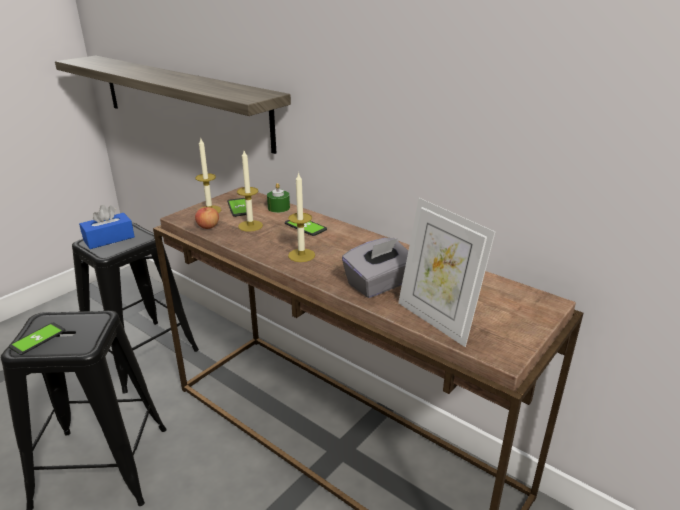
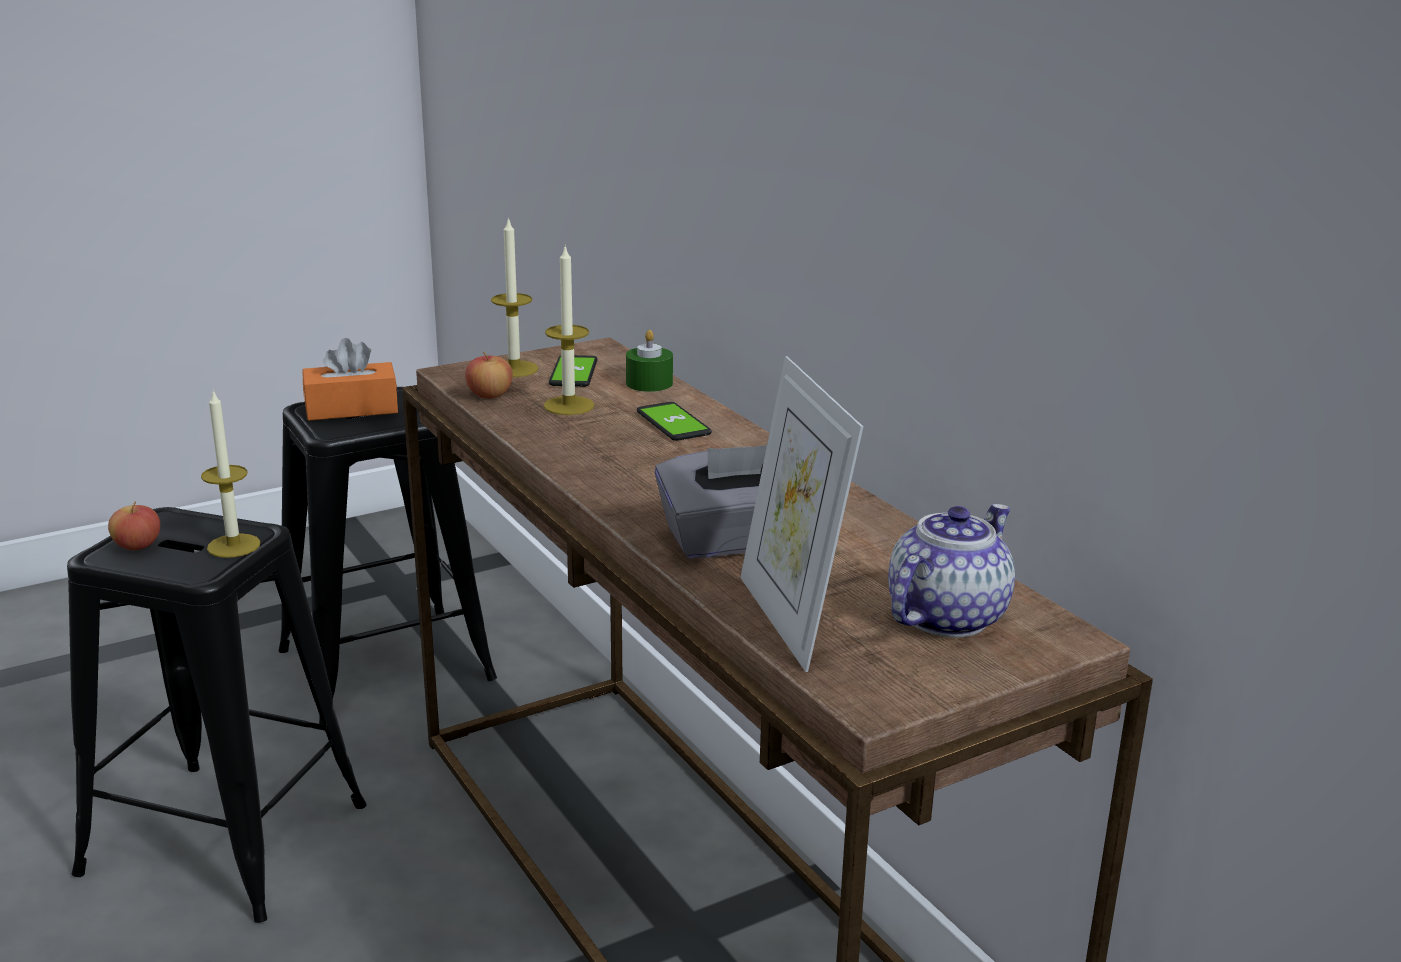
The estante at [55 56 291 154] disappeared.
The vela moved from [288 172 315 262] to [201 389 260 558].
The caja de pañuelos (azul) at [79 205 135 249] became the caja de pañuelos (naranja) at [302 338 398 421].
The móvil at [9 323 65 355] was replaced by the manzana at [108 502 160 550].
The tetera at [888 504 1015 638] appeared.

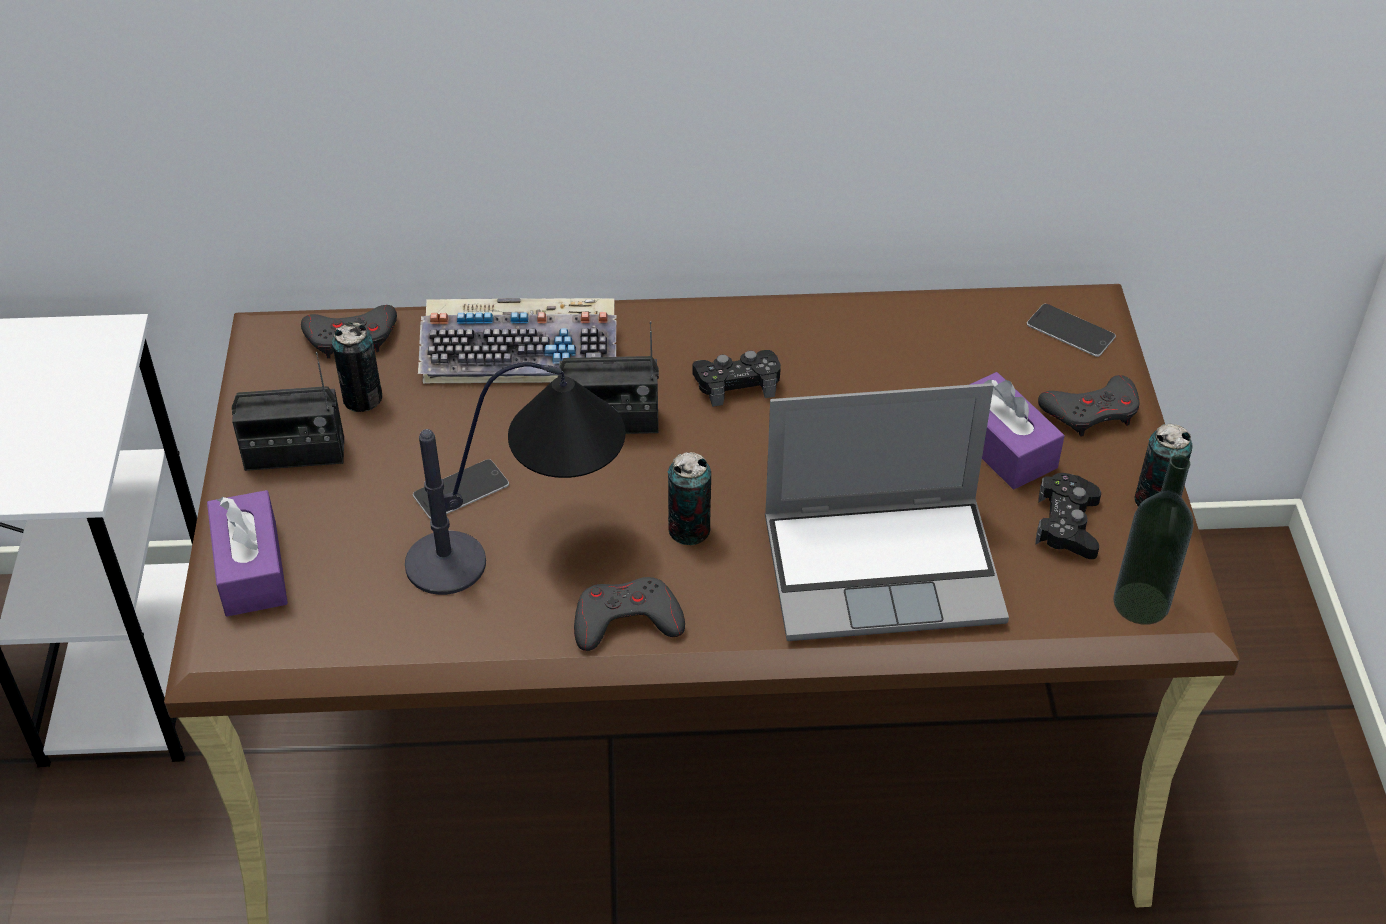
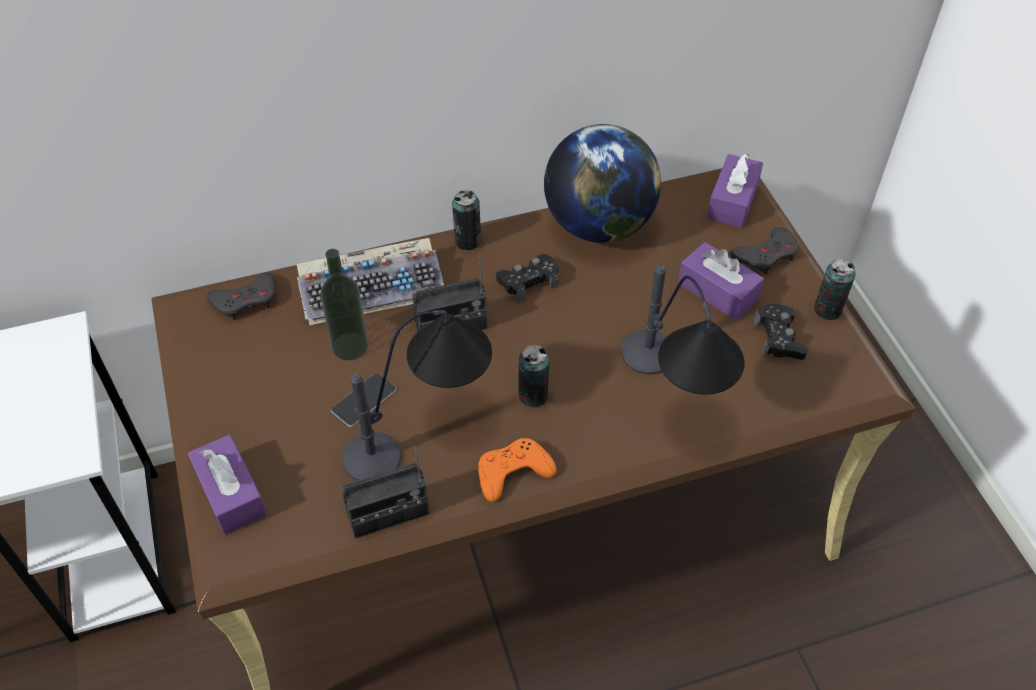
The móvil at [1027 304 1116 357] was replaced by the caja de pañuelos (morado) at [707 153 763 228].
The lata moved from [332 323 382 412] to [452 190 481 251].
The radio moved from [232 352 344 471] to [340 447 430 539].
The portátil at [765 383 1009 641] was replaced by the lámpara de mesa at [621 265 745 395].
The botella moved from [1113 455 1193 625] to [320 249 368 360].
The mando de consola (gris) at [574 577 685 651] became the mando de consola (naranja) at [478 438 557 502].
The globo terráqueo at [544 124 661 243] appeared.

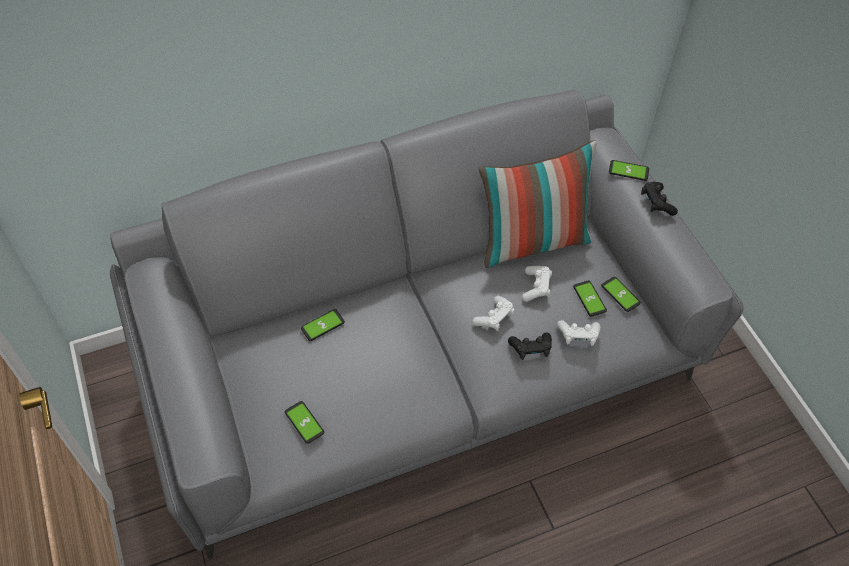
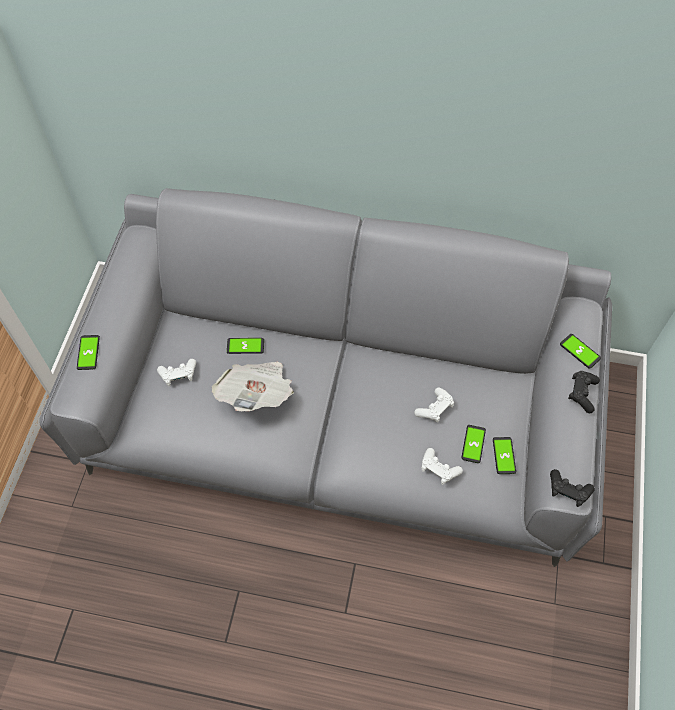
The cojín at [479 140 597 268] disappeared.
The mando de consola (blanco) moved from [472 296 515 331] to [157 359 196 386].
The mando de consola (negro) moved from [508 332 552 360] to [550 469 595 507].
The móvil moved from [285 401 324 444] to [77 335 100 370].
The periódico at [212 362 294 411] appeared.

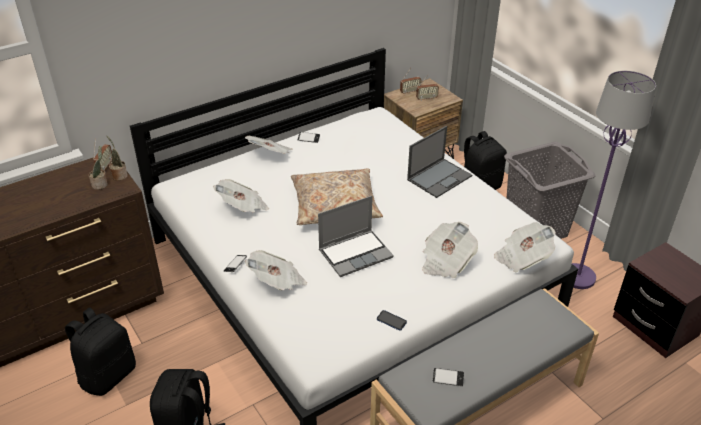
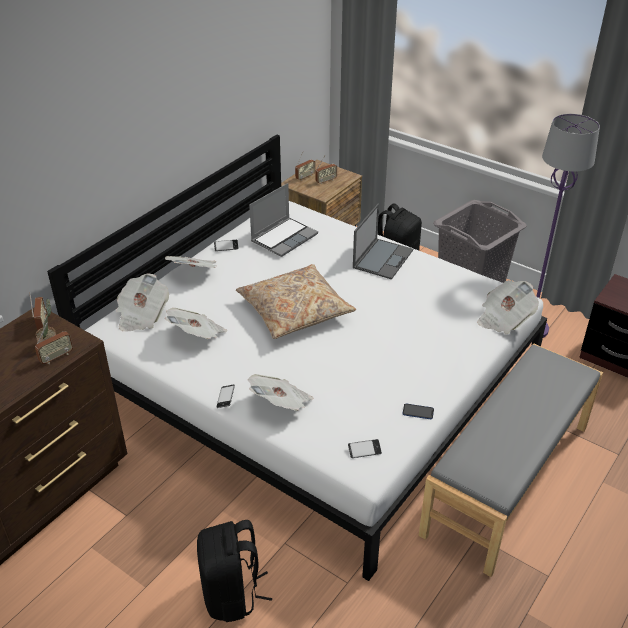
The planta en maceta at [107 136 128 181] disappeared.
The portátil moved from [318 196 394 277] to [249 183 318 257].
The periódico moved from [422 222 478 278] to [116 273 169 331].
The mochila (negro) at [65 308 136 396] disappeared.
The móvil moved from [433 368 464 386] to [348 439 382 458].
The radio at [35 322 73 364] appeared.

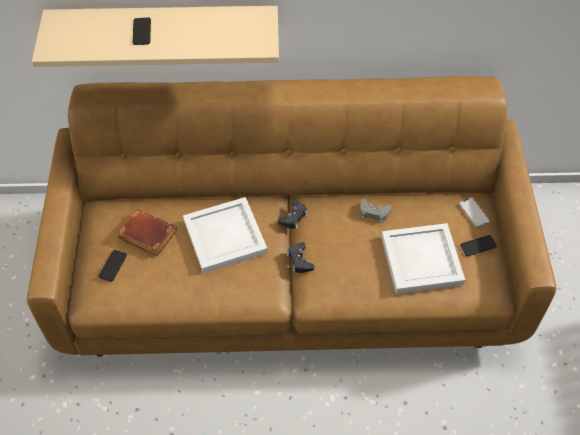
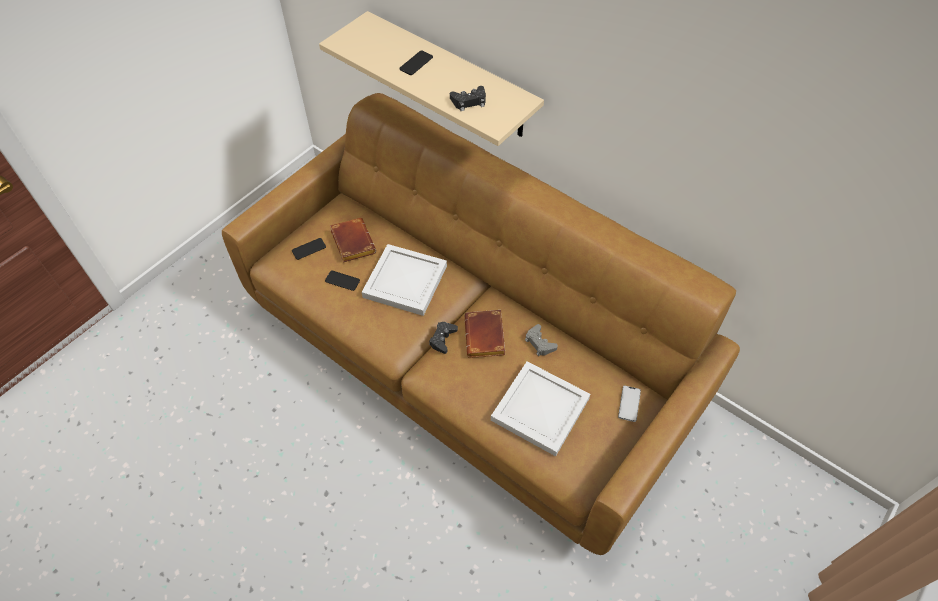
The mando de consola (negro) moved from [278 200 308 229] to [450 86 486 111].
The móvil moved from [460 235 497 256] to [325 271 360 291].
The libro (marrón) at [465 310 505 358] appeared.

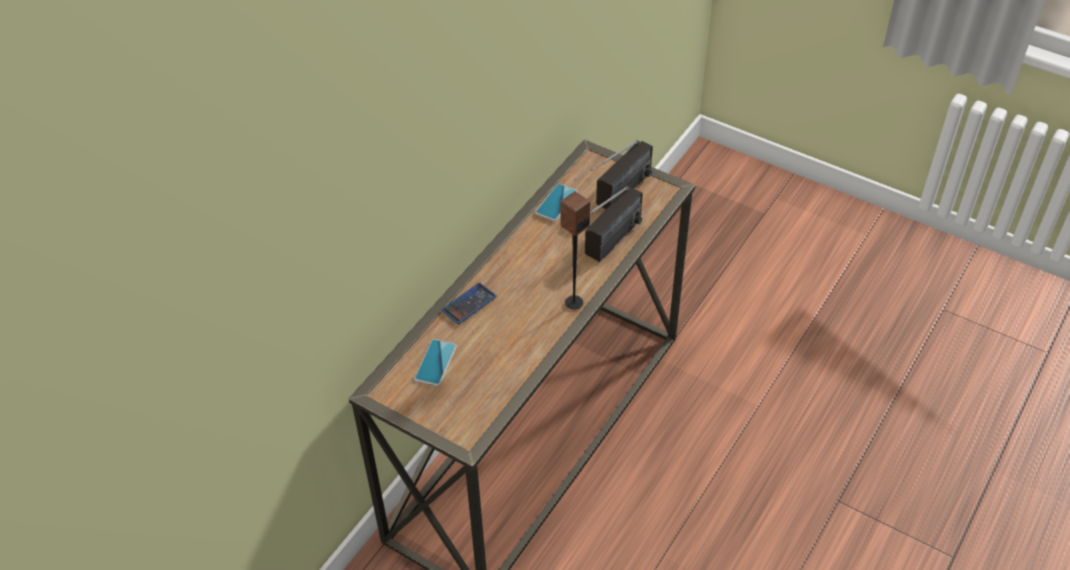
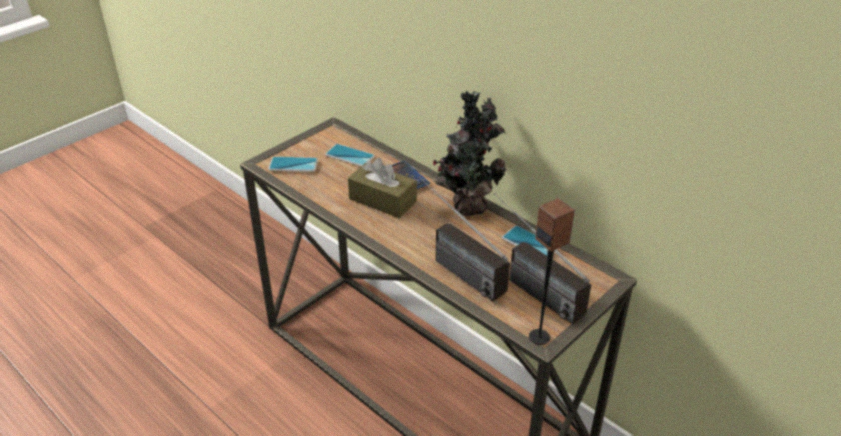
The altavoz moved from [560 191 590 310] to [529 198 575 345].
The planta en maceta at [432 90 506 216] appeared.
The móvil at [268 157 318 172] appeared.
The caja de pañuelos (marrón) at [348 158 417 218] appeared.

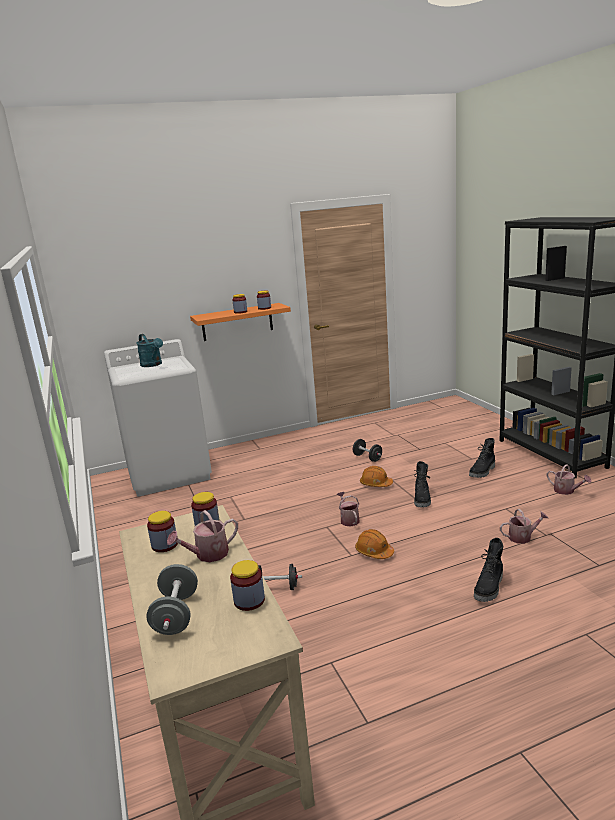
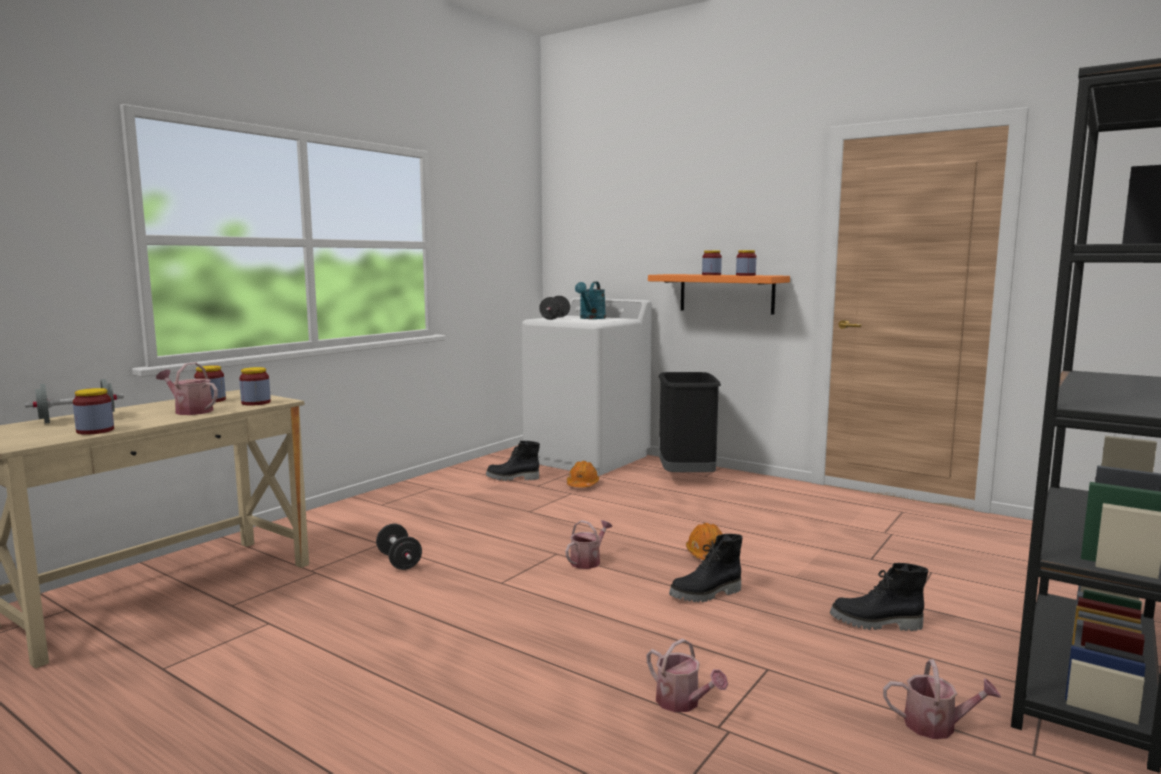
The mancuerna (negro) moved from [353 439 382 462] to [539 296 570 320].
The regadera at [547 464 591 495] turned 90 degrees counterclockwise.
The casco (naranja) moved from [355 529 394 559] to [567 461 599 487].
The bota (negro) moved from [474 538 503 602] to [486 441 540 481].
The papelera (negro) at [659 372 721 472] appeared.

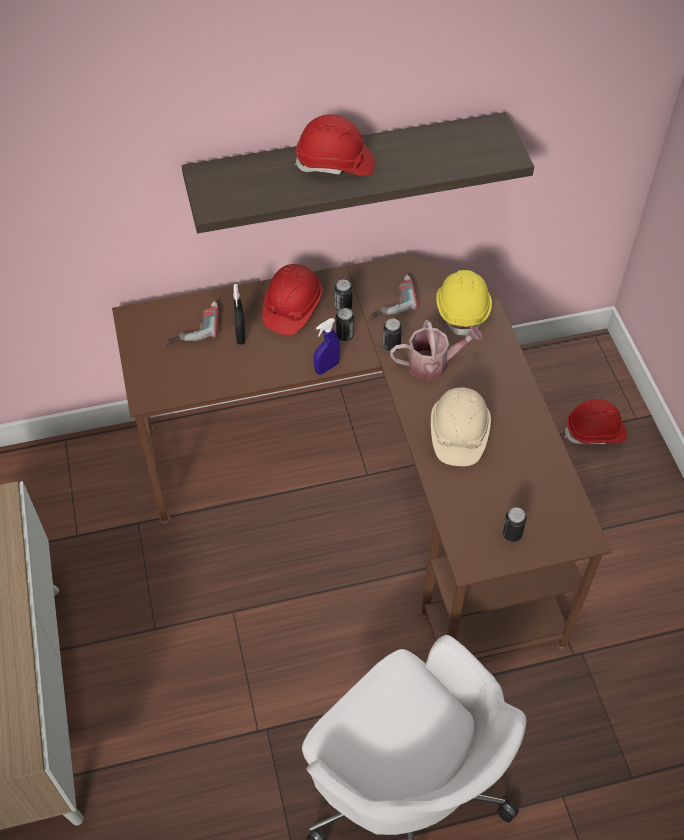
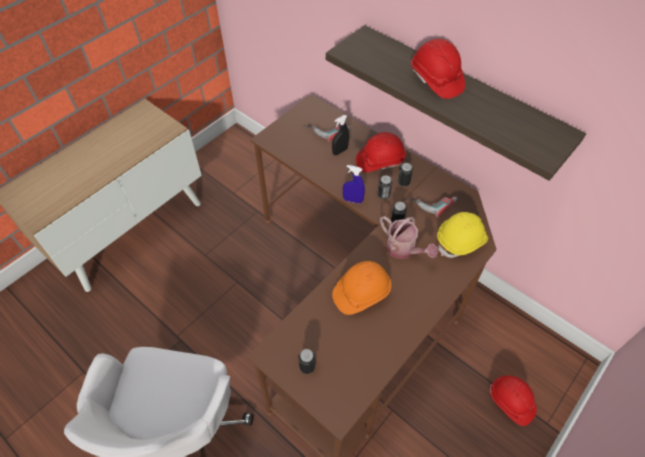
The casco (beis) at [431 387 491 466] became the casco (naranja) at [332 261 391 315].

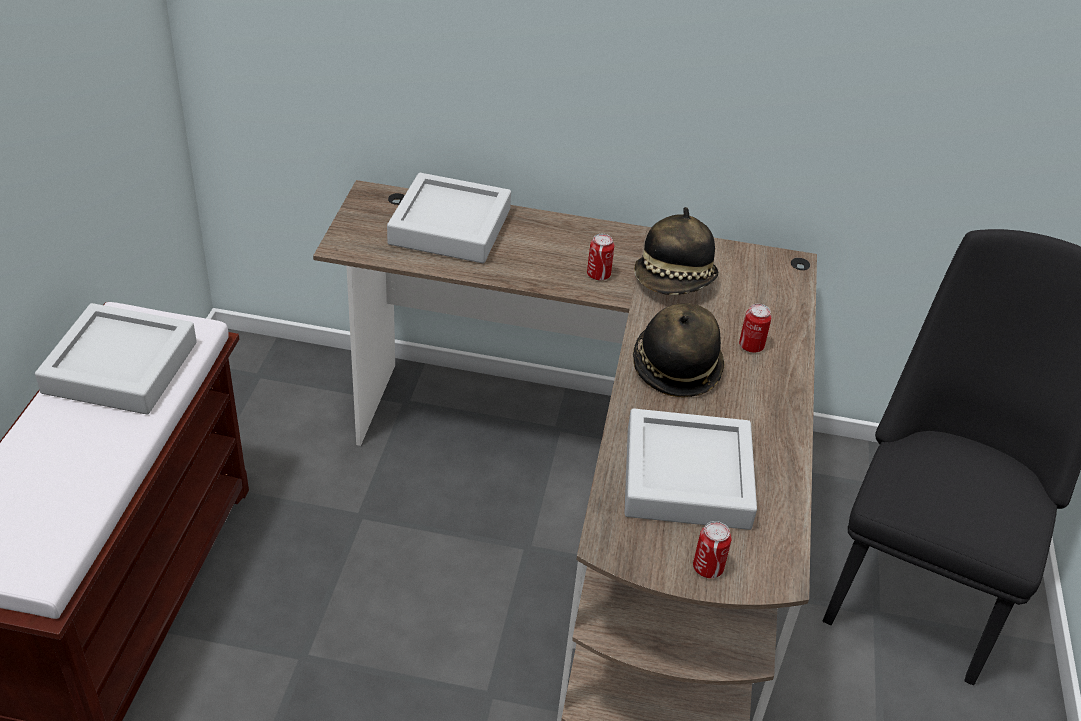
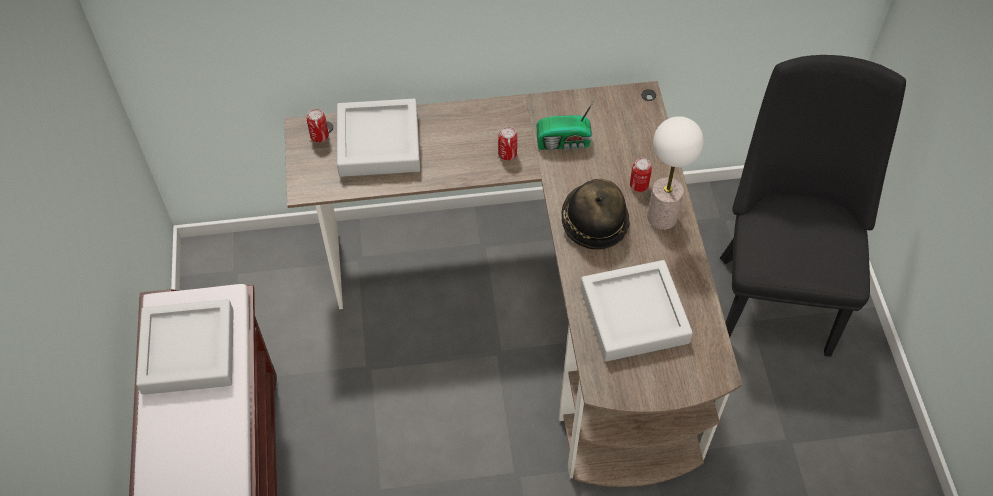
The sombrero at [634 207 719 295] was replaced by the radio at [537 98 596 150].
The lata moved from [693 521 732 578] to [306 108 329 142].
The lámpara de mesa at [647 116 704 230] appeared.

